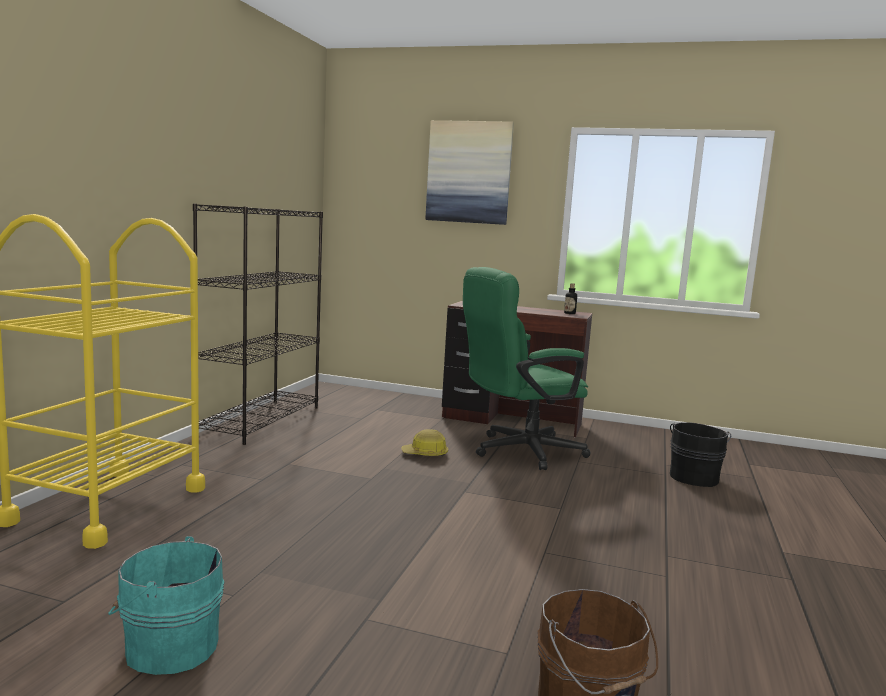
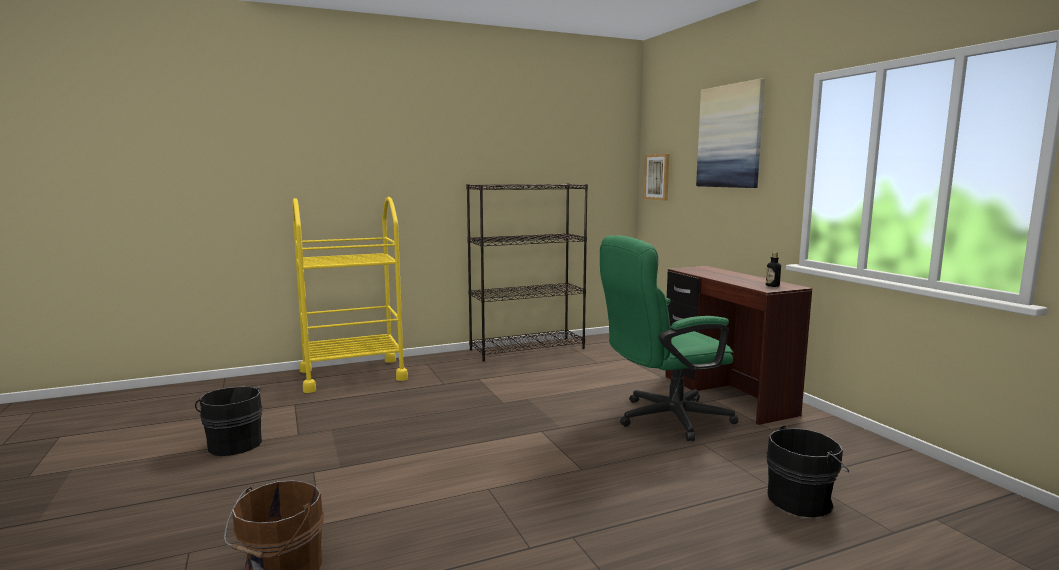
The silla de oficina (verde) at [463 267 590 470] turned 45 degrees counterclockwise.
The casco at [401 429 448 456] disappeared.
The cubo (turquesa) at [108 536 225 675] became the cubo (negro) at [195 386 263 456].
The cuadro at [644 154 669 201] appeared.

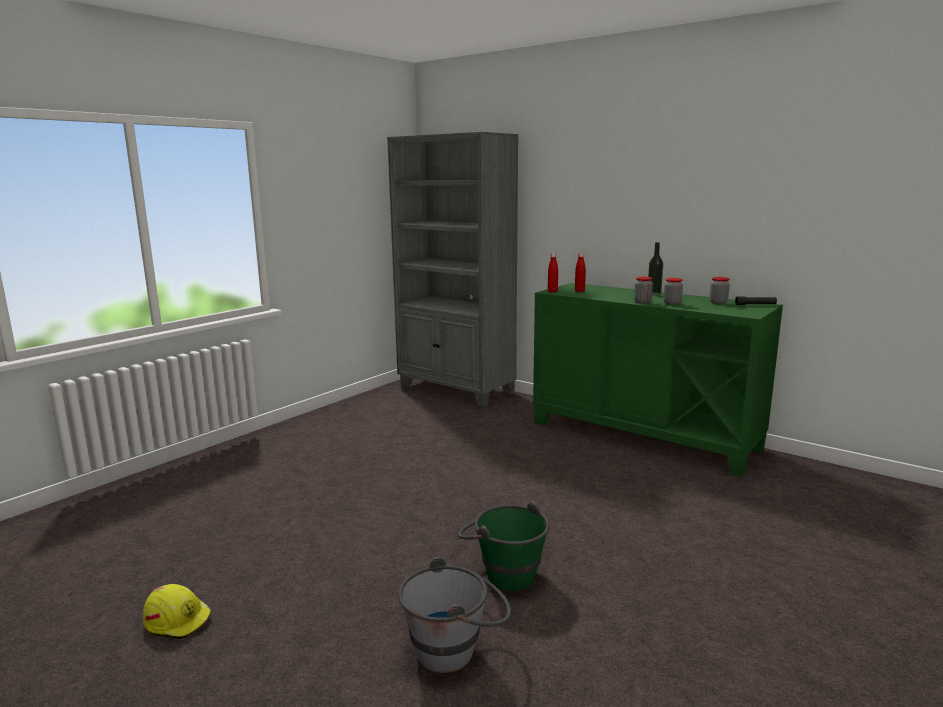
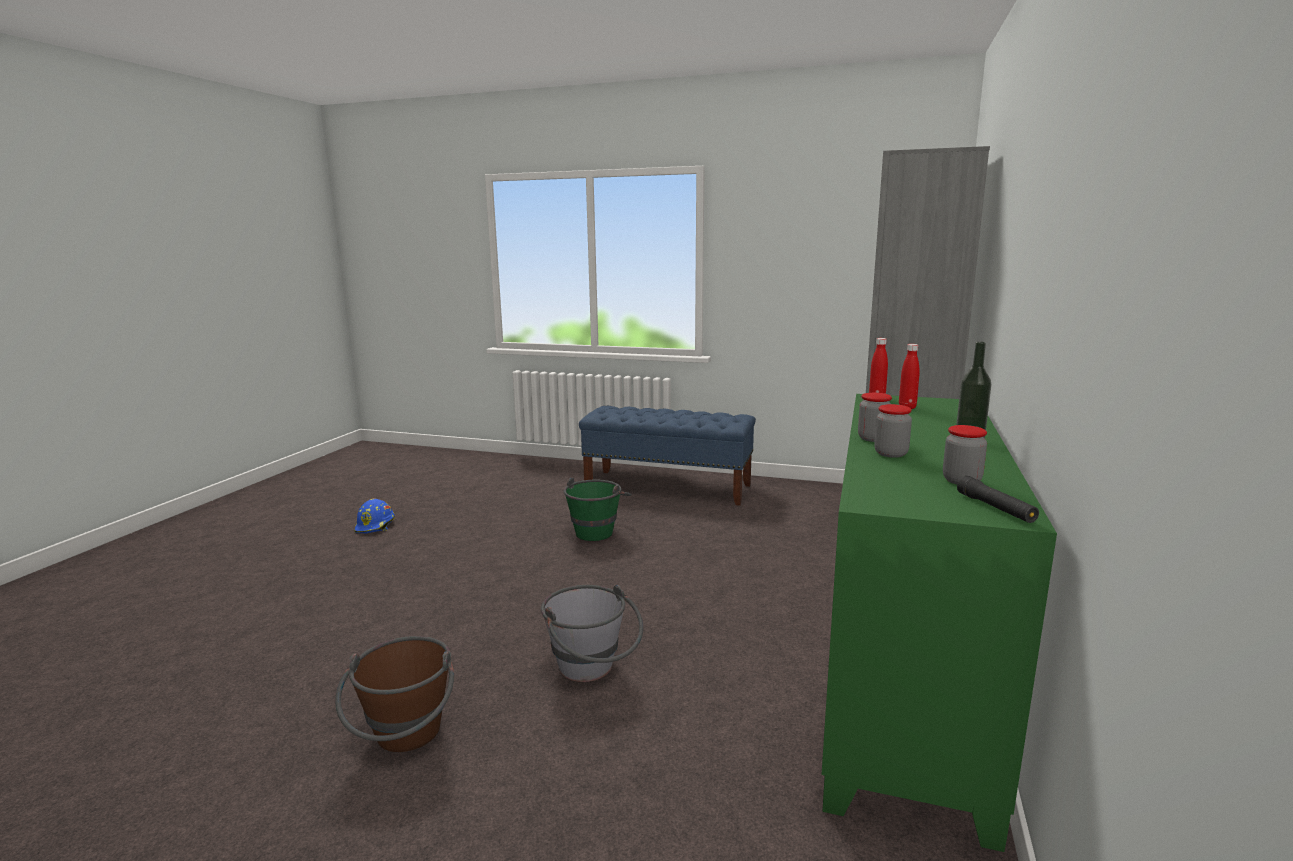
The cubo (verde) moved from [458 501 550 591] to [564 478 632 541].
The cubo (gris) moved from [398 557 511 673] to [541 585 643 682].
The casco (amarillo) at [143 584 212 640] became the casco (azul) at [354 499 395 533].
The banco (azul) at [579 406 756 506] appeared.
The cubo (marrón) at [335 636 454 752] appeared.

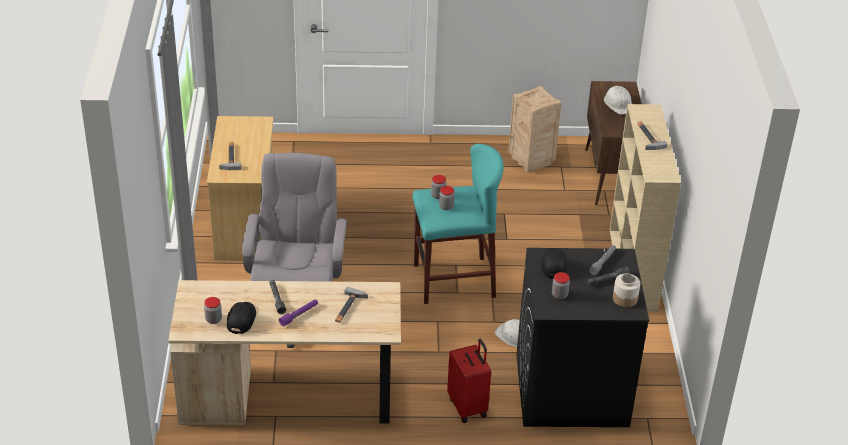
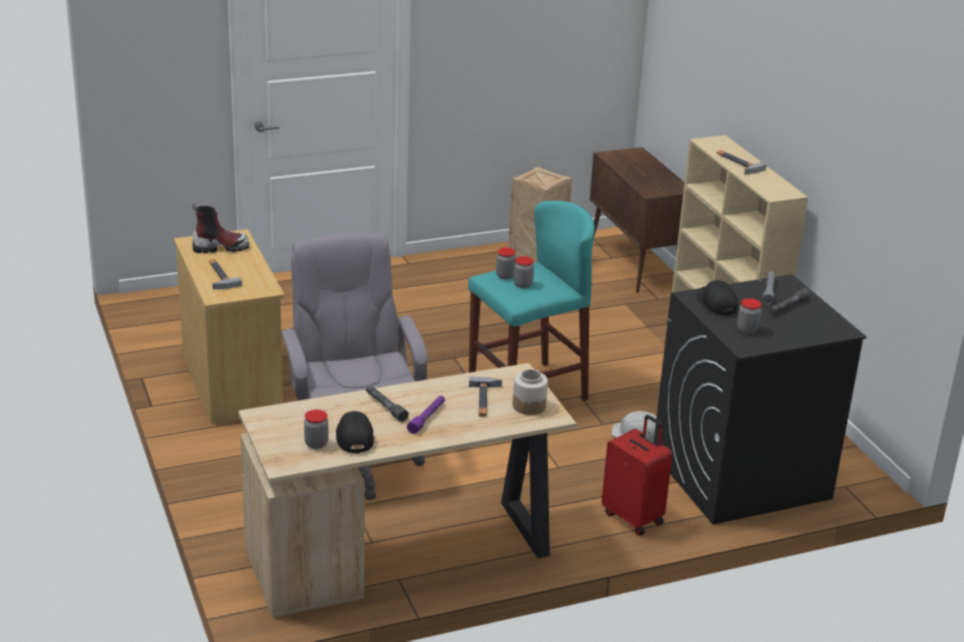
The casco (blanco) at [604 86 632 114] disappeared.
The tarro moved from [613 273 640 307] to [513 369 548 415].
The bota at [192 204 249 254] appeared.

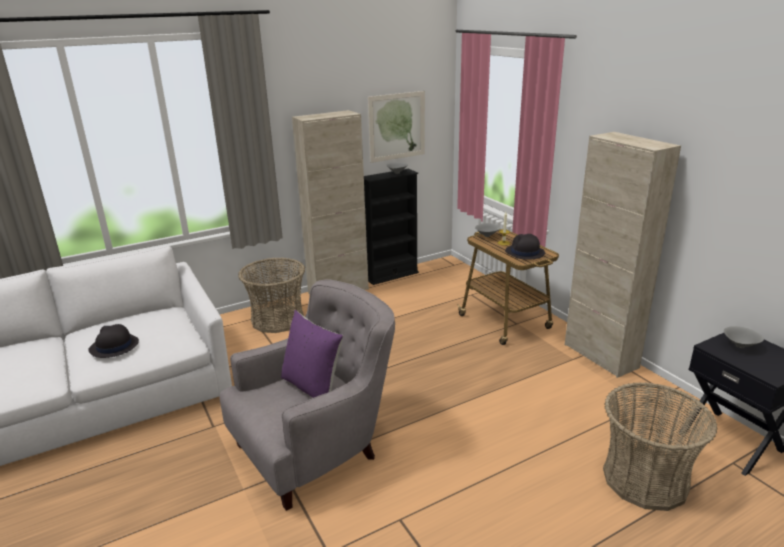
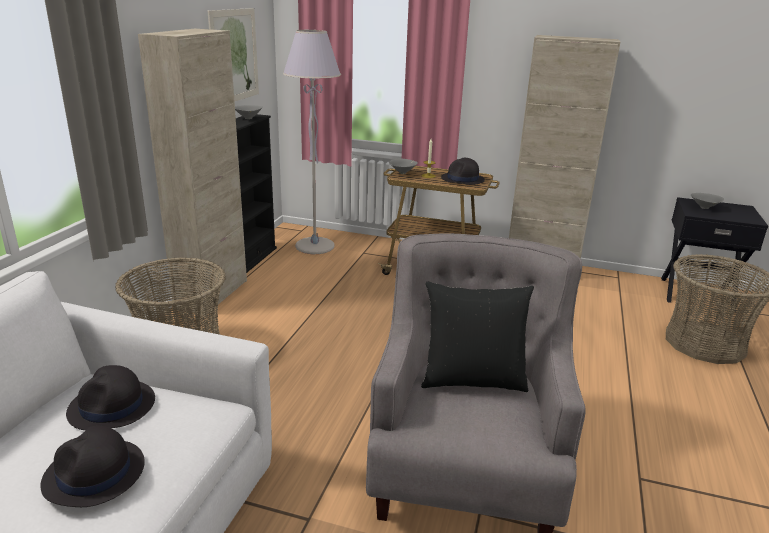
The cojín (morado) at [281 310 343 398] became the cojín (negro) at [421 282 534 392].
The lámpara de pie (gris) at [283 30 341 254] appeared.
The sombrero (negro) at [66 365 155 430] appeared.

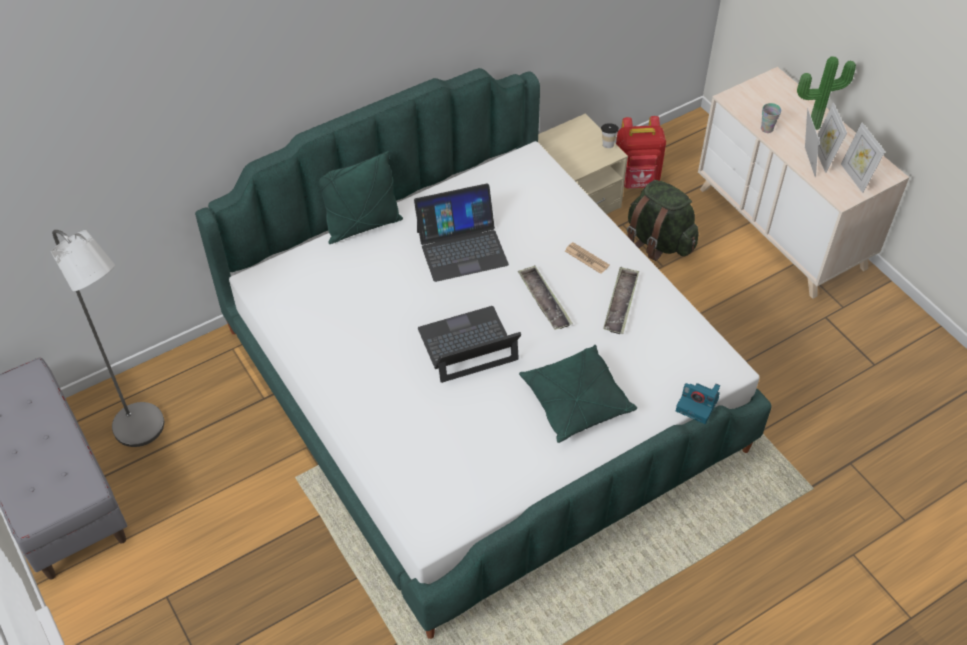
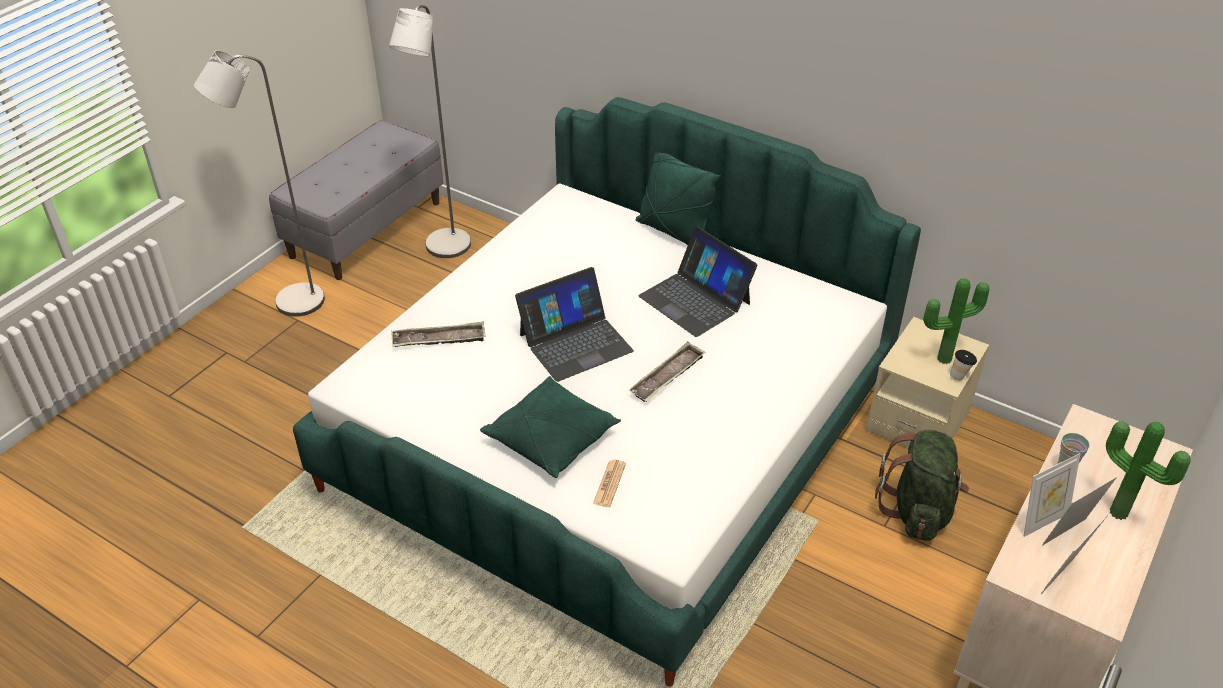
The mochila (rojo) at [616 116 666 189] disappeared.
The periódico moved from [565 242 610 274] to [593 460 626 507].
The bandeja moved from [603 267 639 334] to [391 321 486 347].
The portátil at [418 306 521 383] turned 105 degrees clockwise.
The cámara at [676 383 720 424] disappeared.
The lámpara de pie (gris) at [194 50 325 317] appeared.
The planta en maceta at [923 278 989 364] appeared.

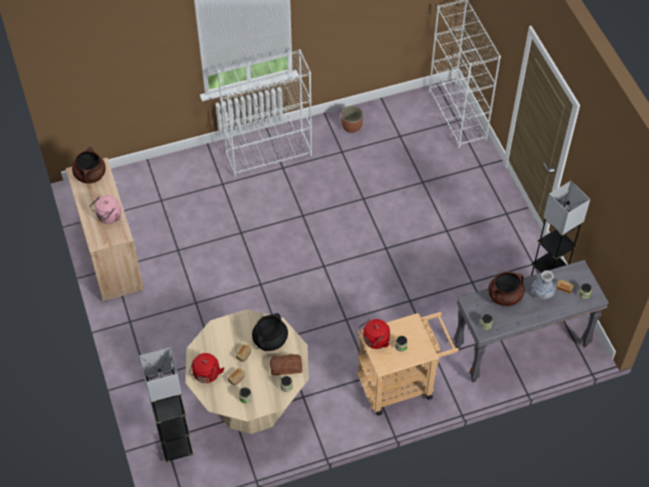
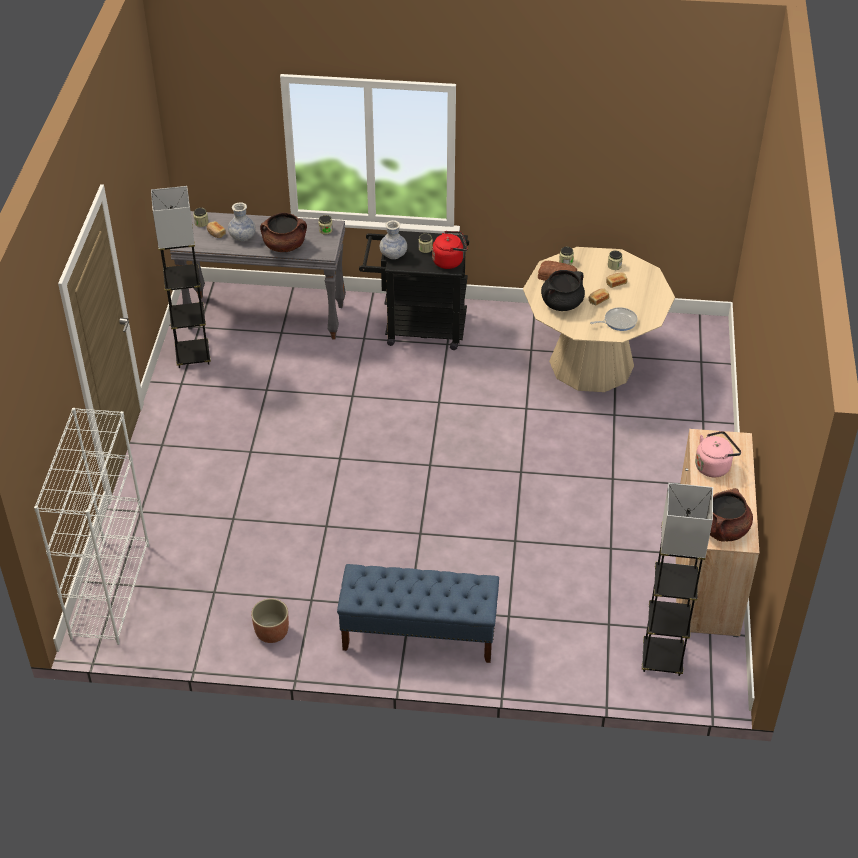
The estantería (blanco) at [217 49 312 177] was replaced by the banco (azul) at [337 564 499 663].
The carrito (beis) at [357 312 459 416] became the carrito (negro) at [359 231 469 350].
The lámpara de pie (gris) moved from [139 348 194 462] to [642 483 713 676].
The hervidor (rojo) at [189 353 224 383] disappeared.
The florero at [380 220 407 259] appeared.
The sartén at [590 307 638 331] appeared.

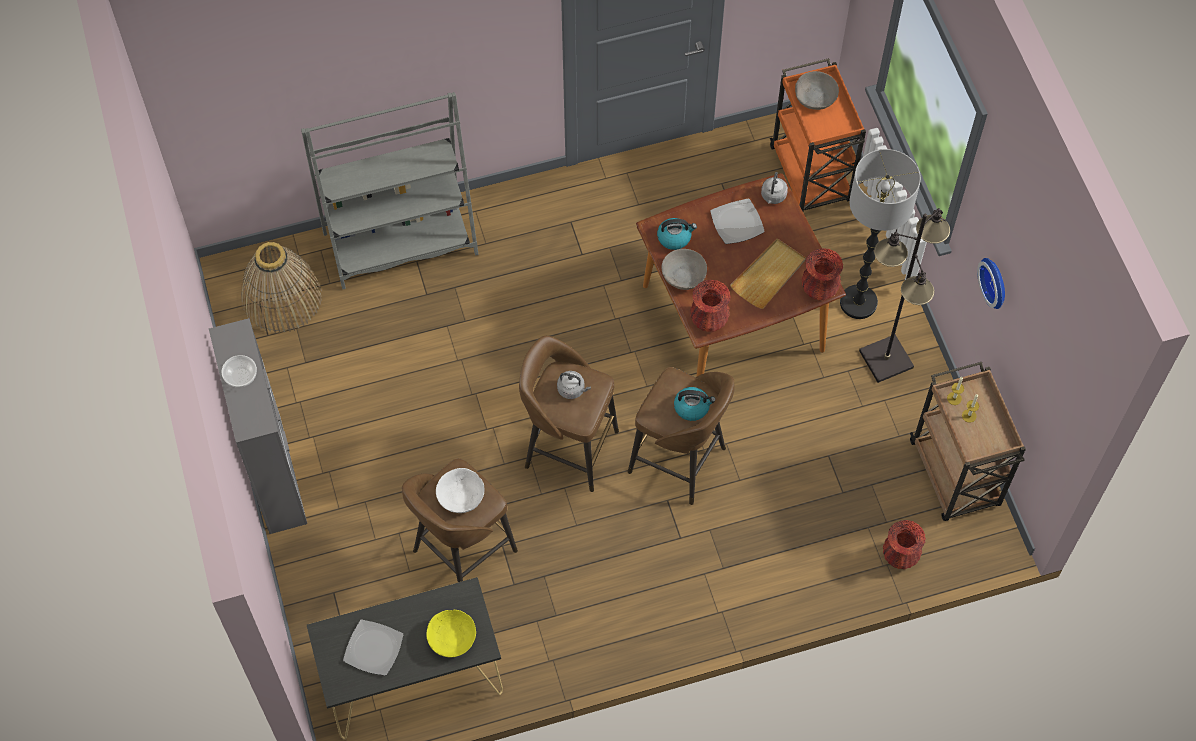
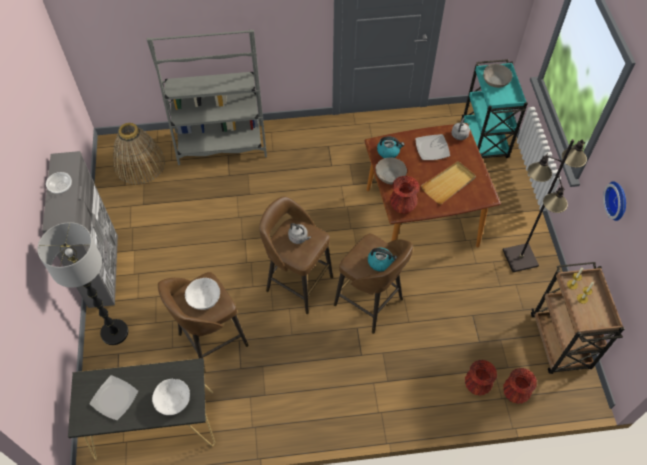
The carrito (naranja) at [770 58 866 211] became the carrito (turquesa) at [461 59 528 158].
The lámpara de pie moved from [840 149 921 319] to [37 222 129 345].
The florero (rojo) moved from [802 248 843 300] to [465 360 497 396].
The cuenco (amarillo) at [426 610 476 657] became the cuenco (blanco) at [152 379 190 415].

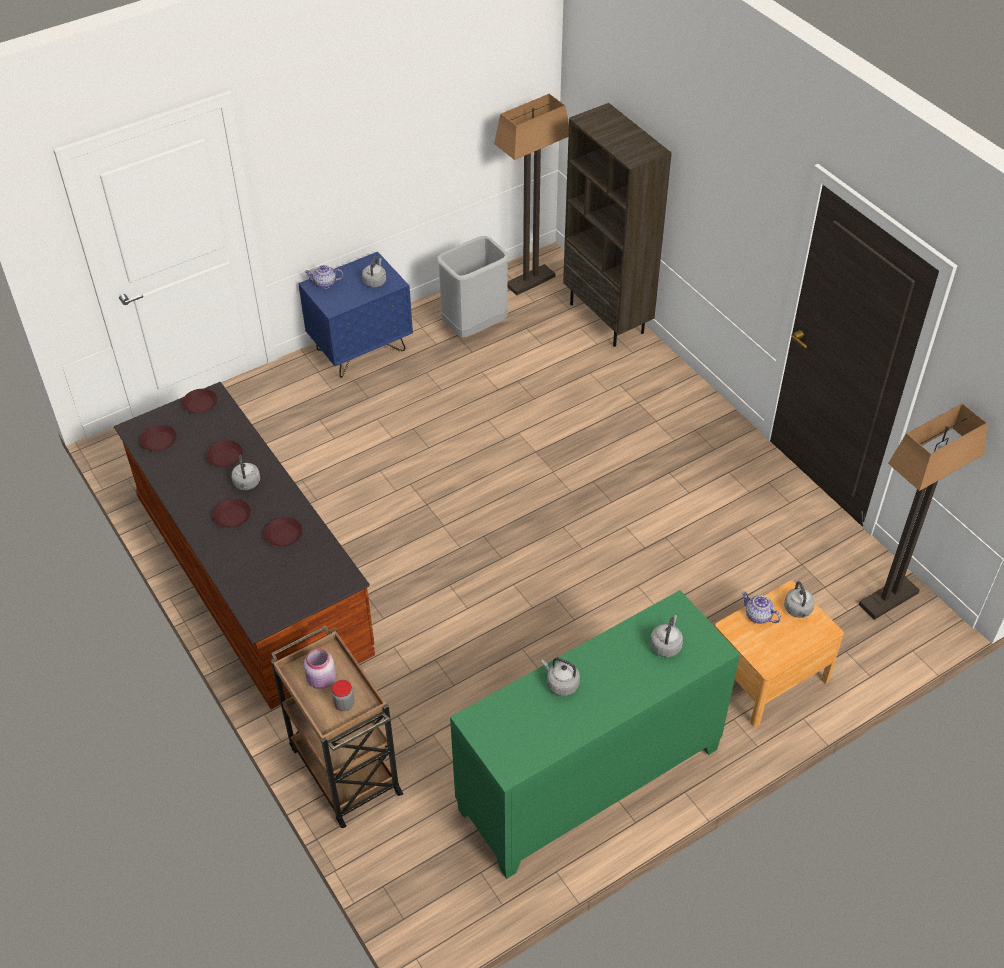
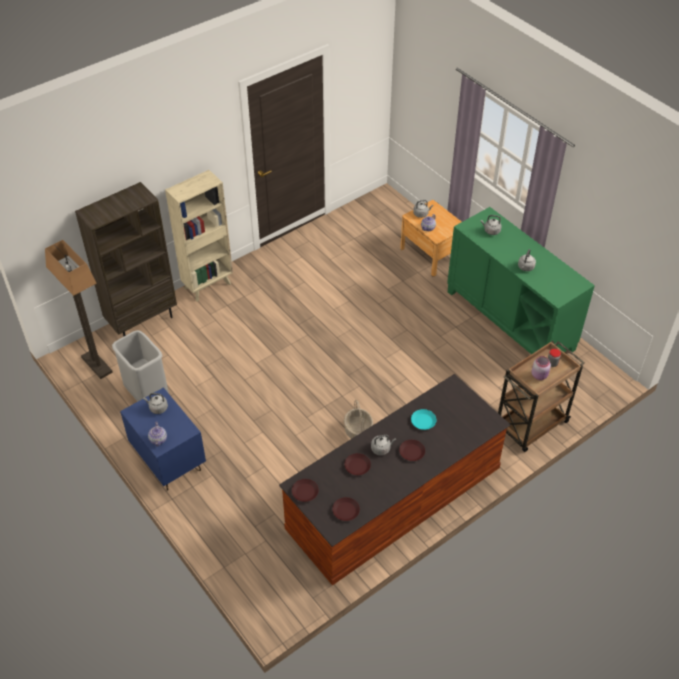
The lámpara de pie at [859 403 987 620] disappeared.
The plato (marrón) at [264 517 303 547] became the plato (turquesa) at [411 409 436 430].
The estantería (beis) at [165 170 233 301] appeared.
The cesta at [344 400 373 439] appeared.

